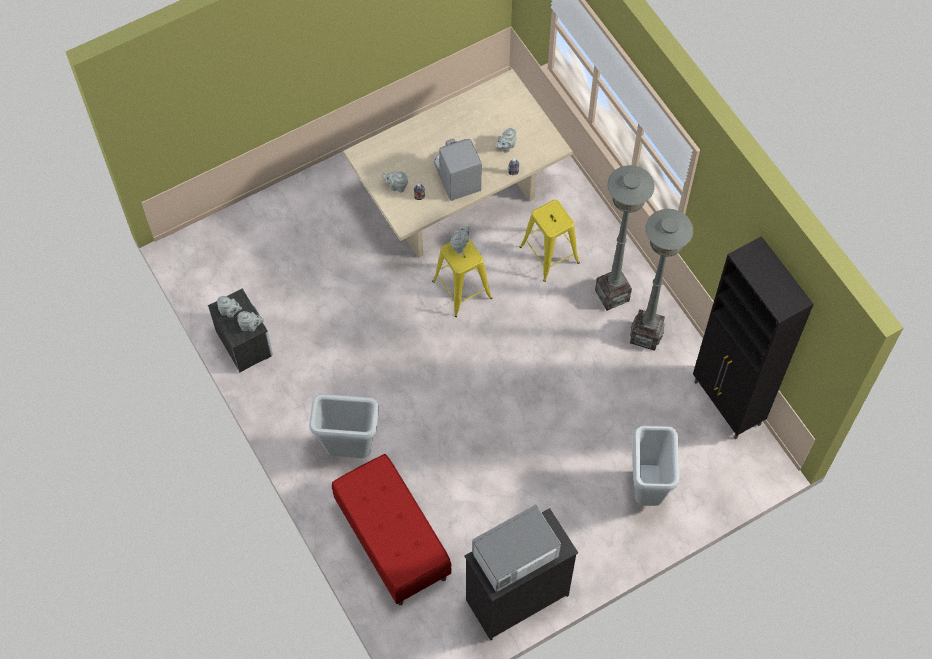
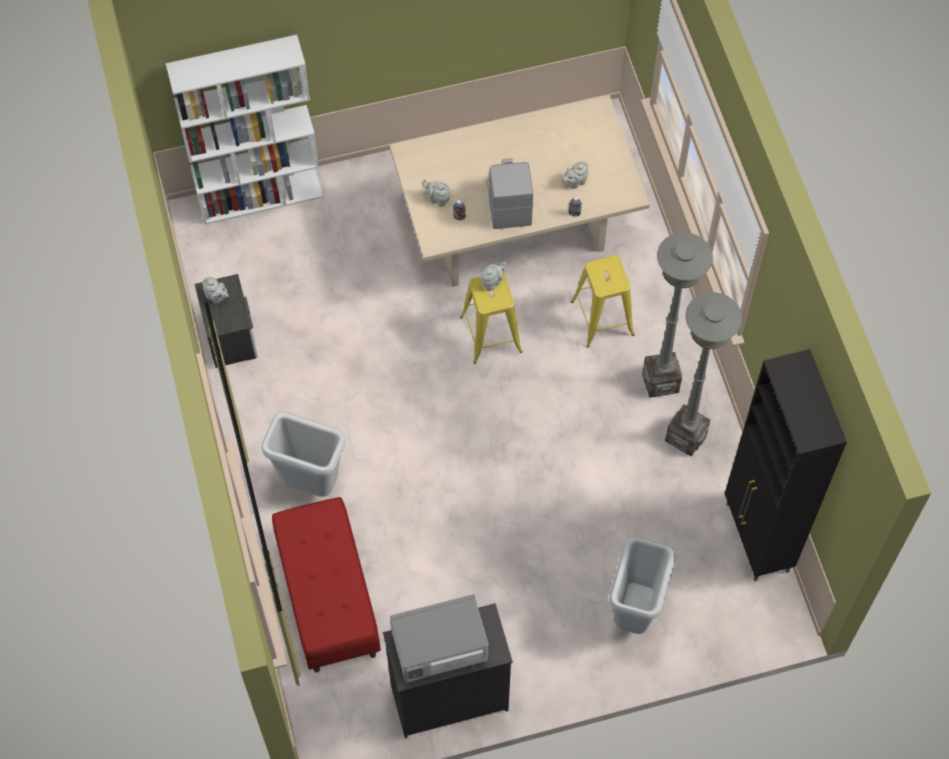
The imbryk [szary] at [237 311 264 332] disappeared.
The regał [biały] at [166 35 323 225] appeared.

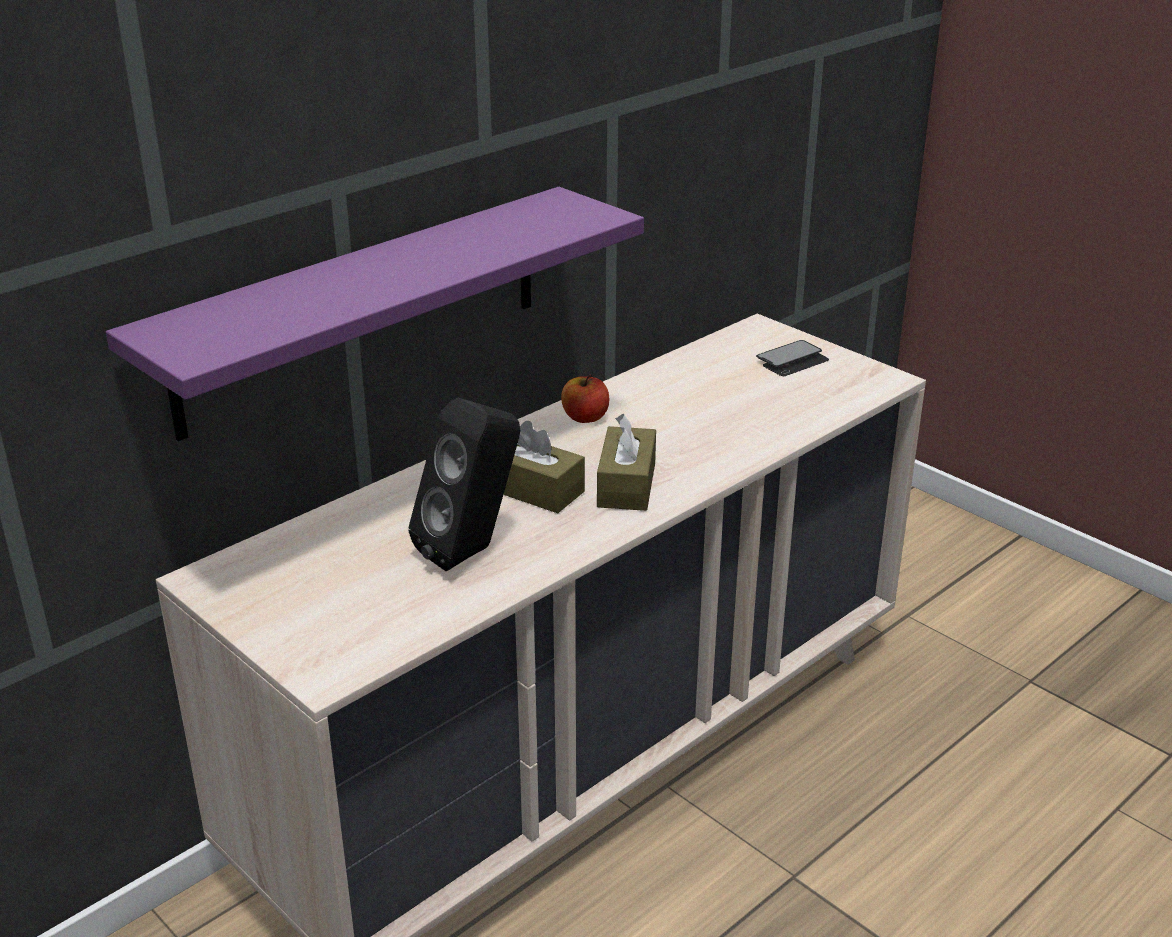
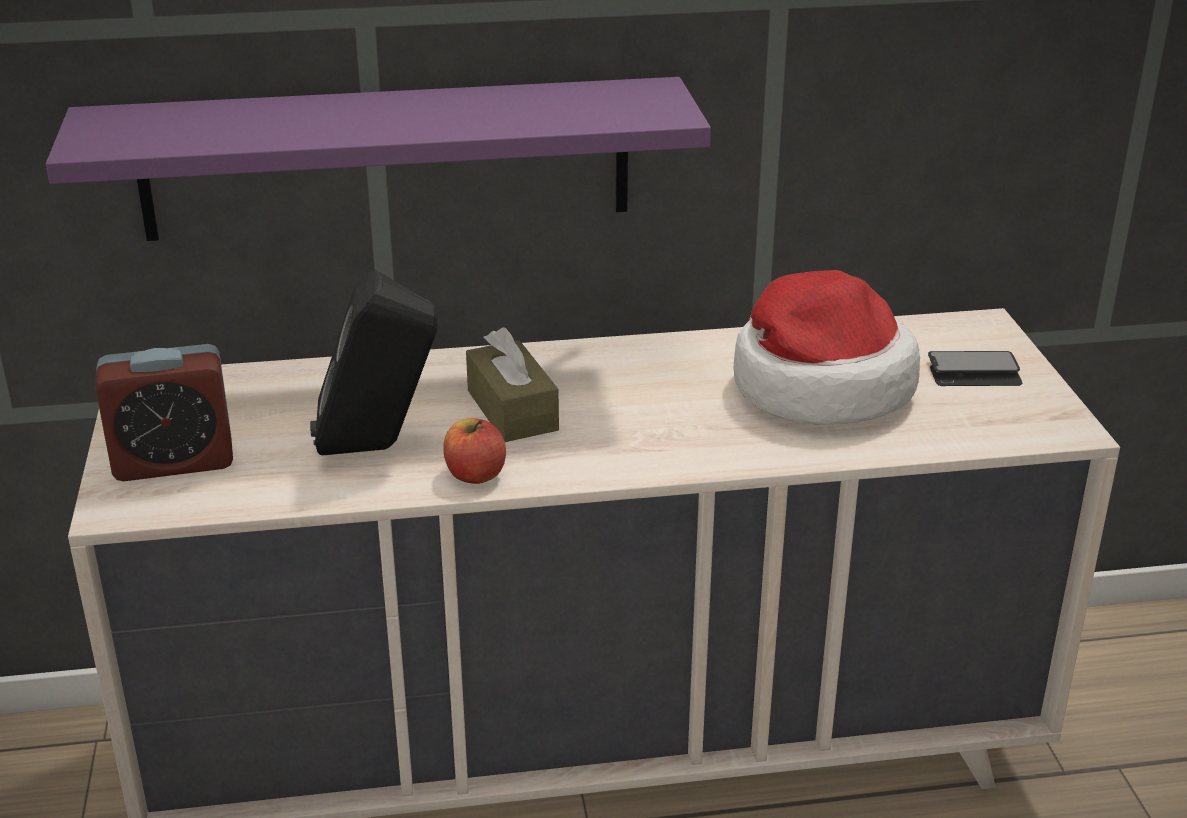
The jabłko moved from [561 375 609 423] to [443 418 506 484].
The pudełko chusteczek [brązowy] at [597 413 656 511] disappeared.
The budzik at [95 344 233 481] appeared.
The kapelusz at [734 270 920 425] appeared.

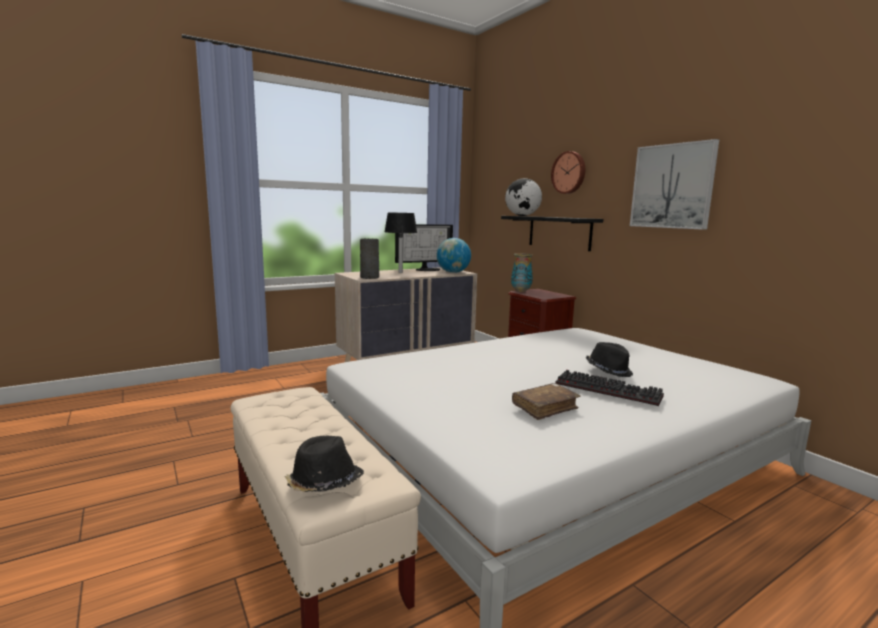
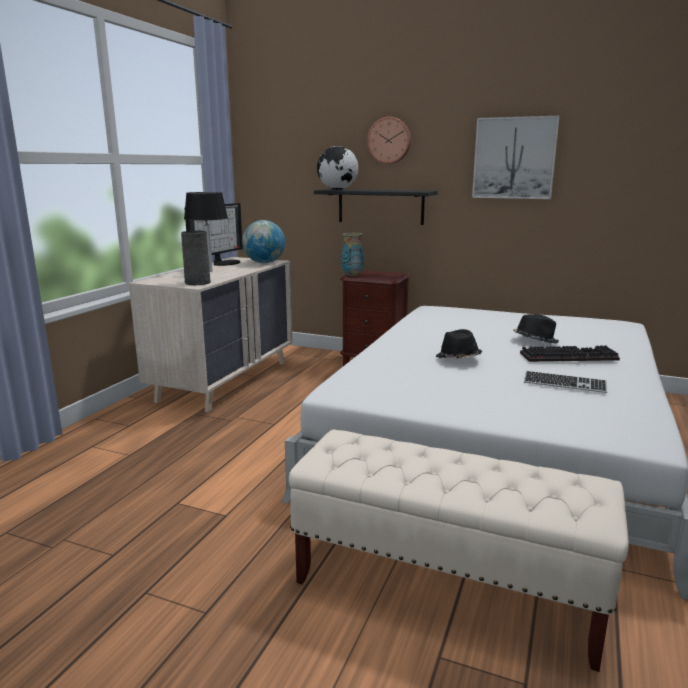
The kapelusz [czarny] moved from [285 436 364 492] to [436 329 482 359].
The książka [brązowy] at [512 383 580 420] was replaced by the klawiatura at [524 371 607 393].

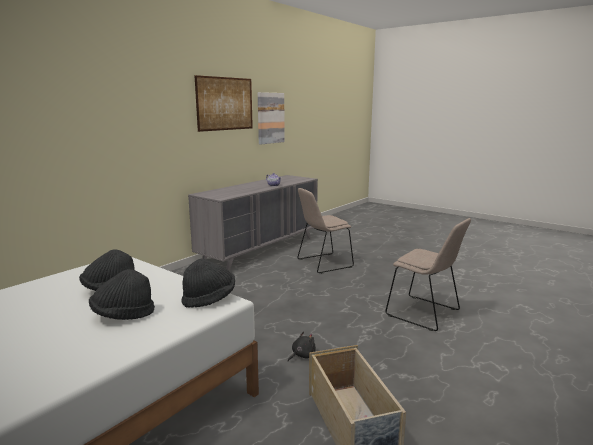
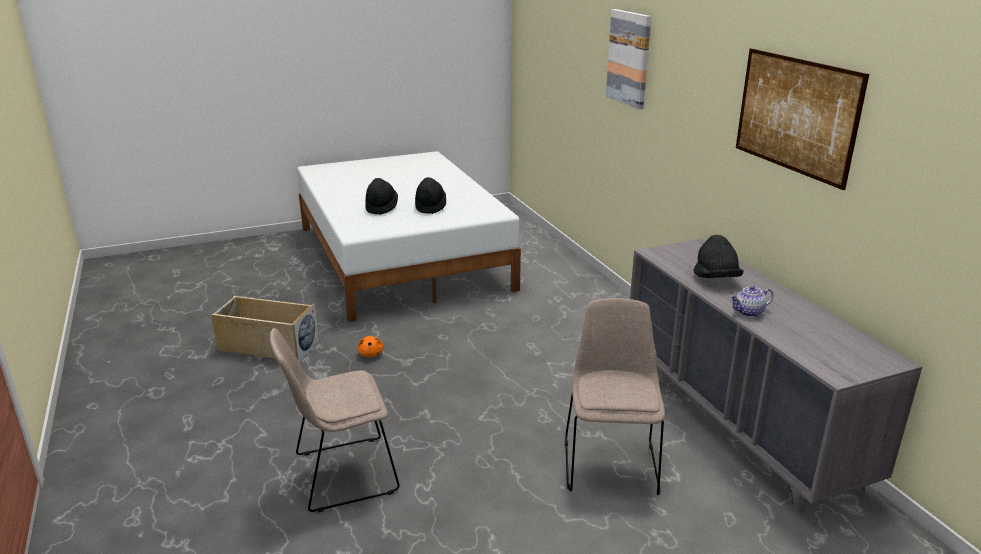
The kapelusz [czarny] moved from [181 259 235 308] to [694 235 743 278].
The obraz moved from [258 92 285 144] to [606 9 651 109].
The pluszak [czarny] at [288 331 316 361] became the pluszak [pomarańczowy] at [357 336 384 357].

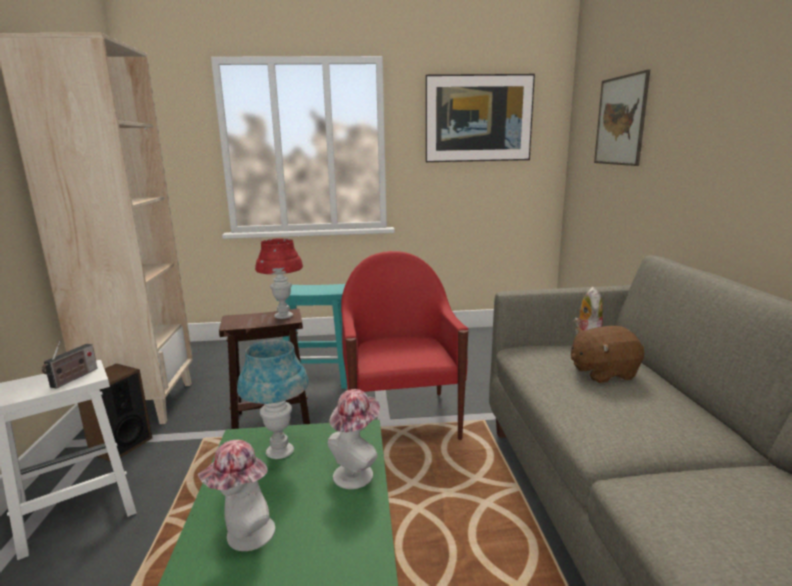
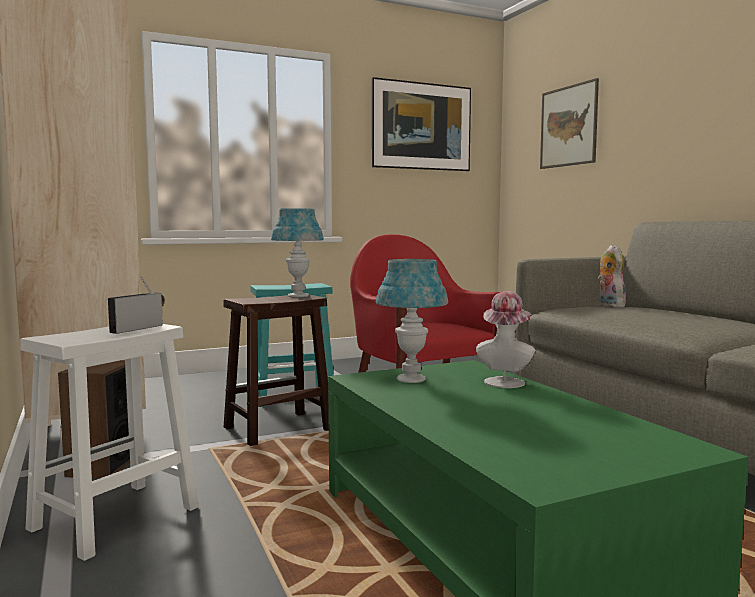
The radio at [42 341 98 389] turned 150 degrees counterclockwise.
The kapelusz at [198 440 275 551] disappeared.
The lampa stołowa [czerwony] at [255 238 303 319] became the lampa stołowa [niebieski] at [271 208 324 297].
The pluszak [brązowy] at [571 326 644 383] disappeared.

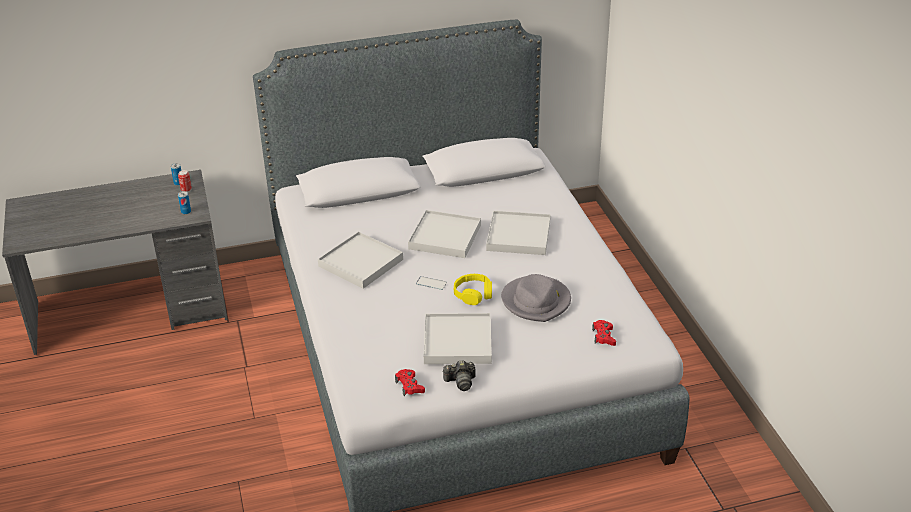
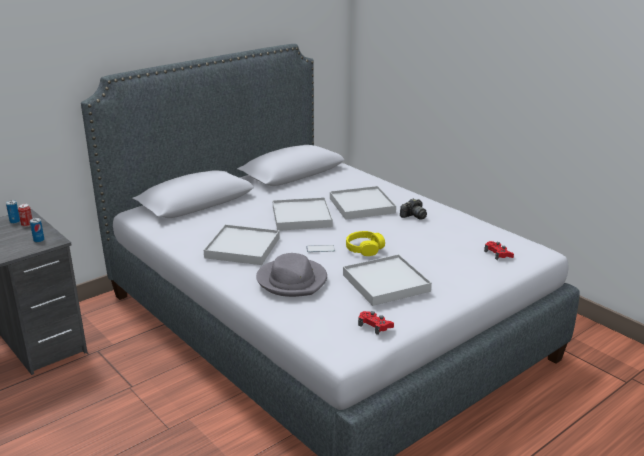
The aparat fotograficzny moved from [442 360 475 391] to [400 198 427 220].
The kapelusz [szary] moved from [501 274 571 322] to [256 253 327 297].

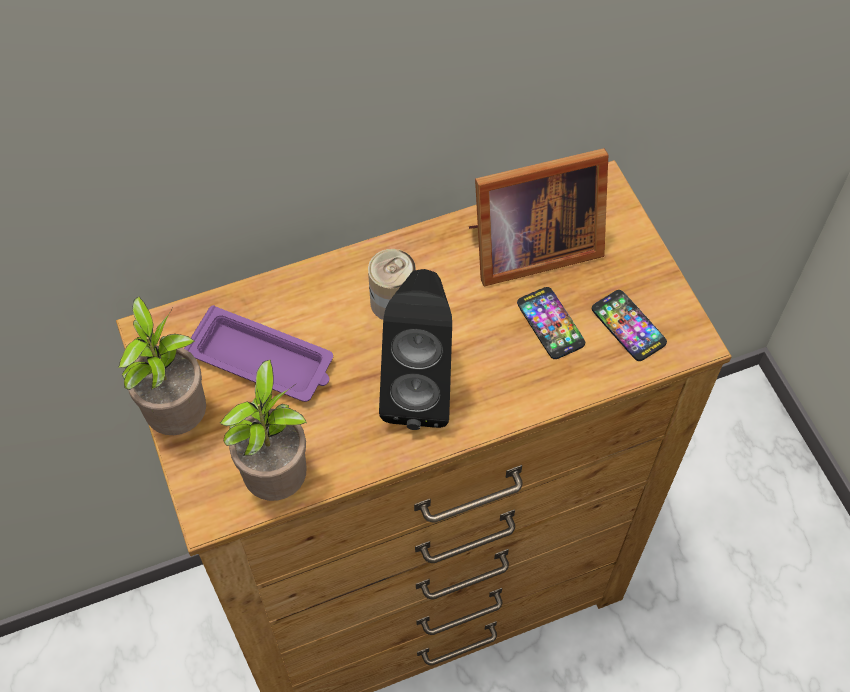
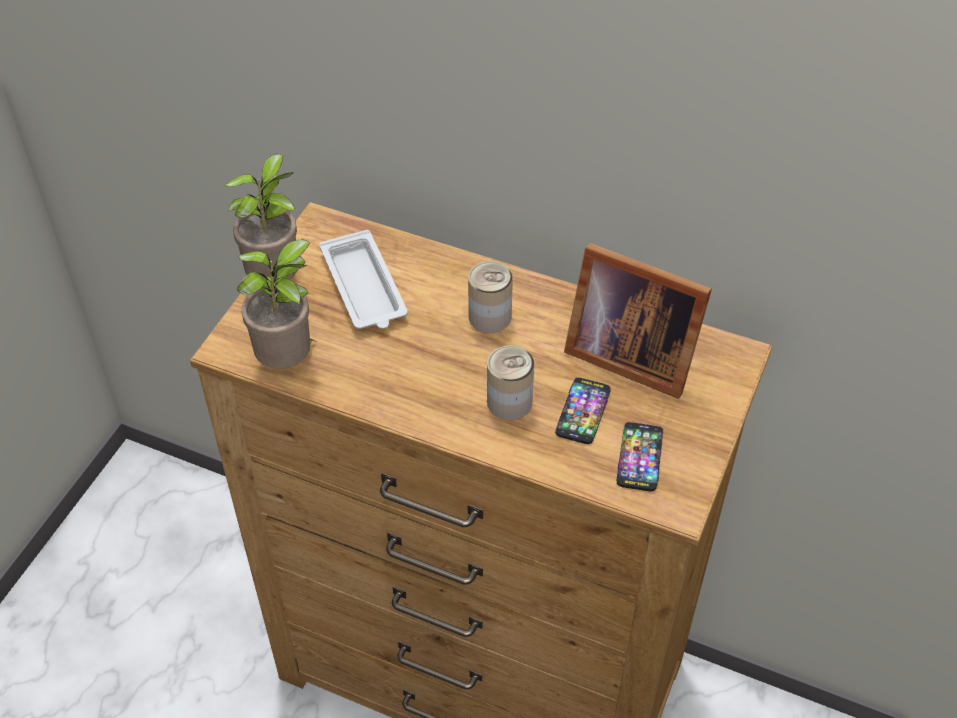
The taca [fioletowy] at [184 305 333 402] became the taca [biały] at [320 230 408 329].
The głośnik [czarny] at [379 269 452 430] disappeared.
The puszka at [487 345 534 420] appeared.

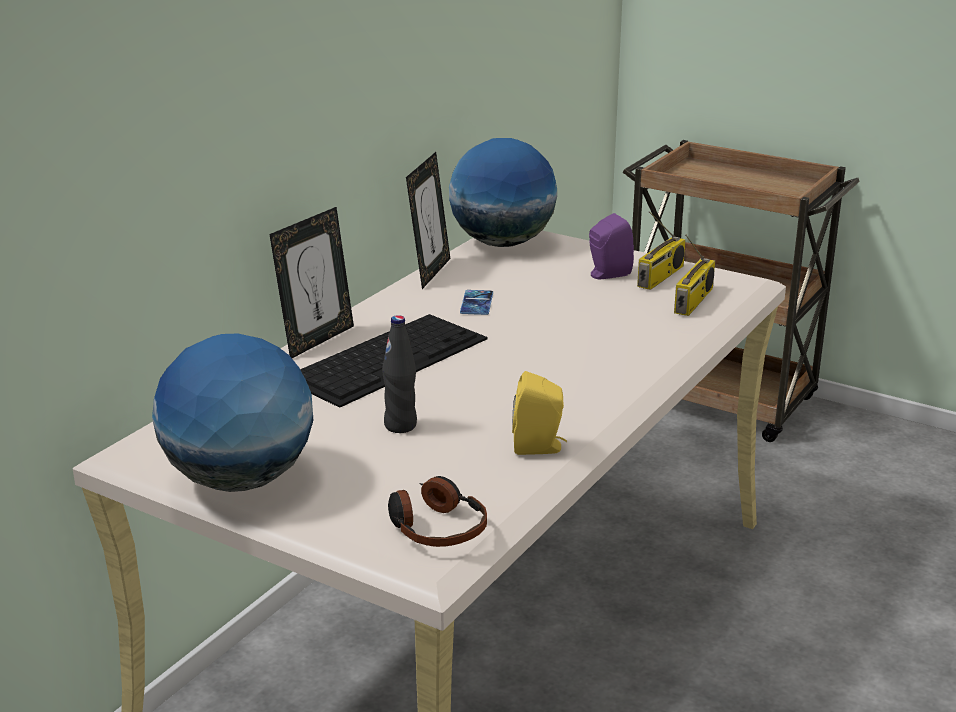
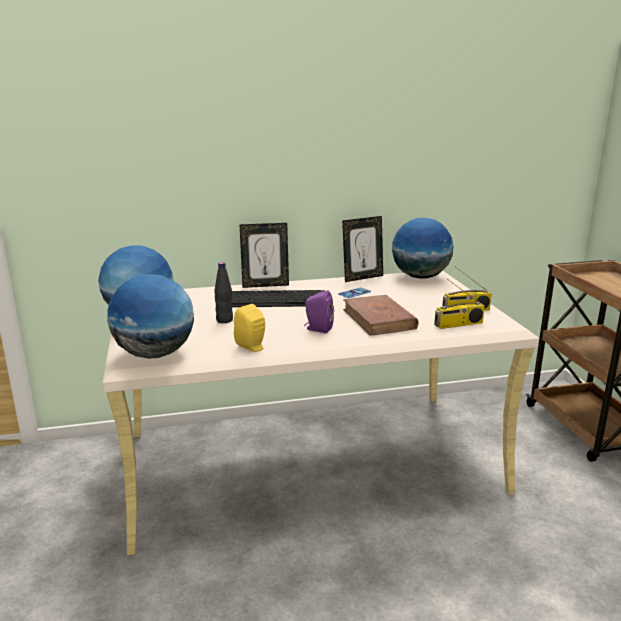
The słuchawki at [388 476 487 547] was replaced by the globus at [107 274 194 359].
The głośnik [fioletowy] moved from [589 213 634 279] to [304 290 334 333].
The książka [brązowy] at [343 295 419 335] appeared.

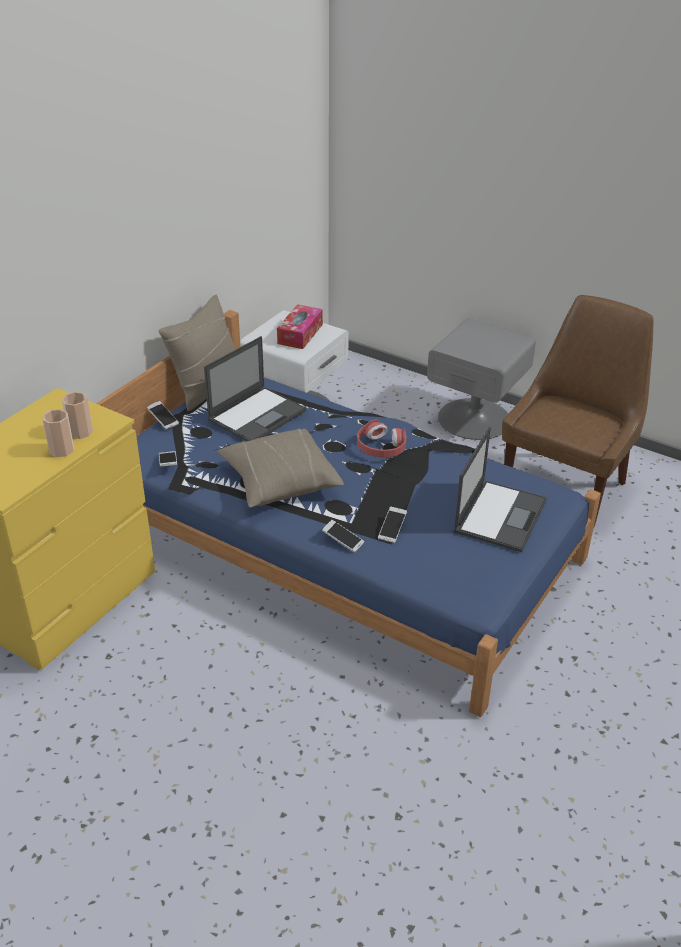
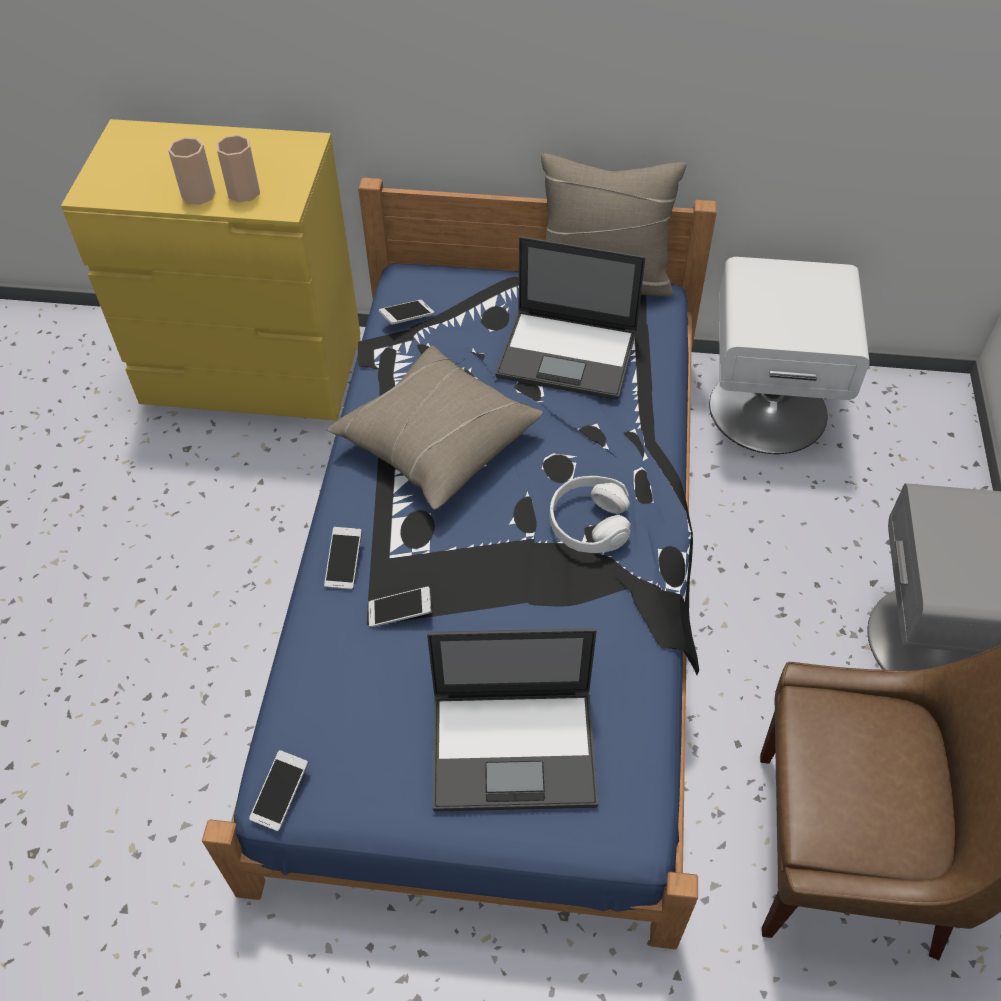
The telefon moved from [147 401 179 430] to [249 750 308 831].
The pudełko chusteczek at [277 304 323 349] disappeared.
The słuchawki [czerwony] at [357 419 407 458] became the słuchawki [biały] at [550 476 631 553].

